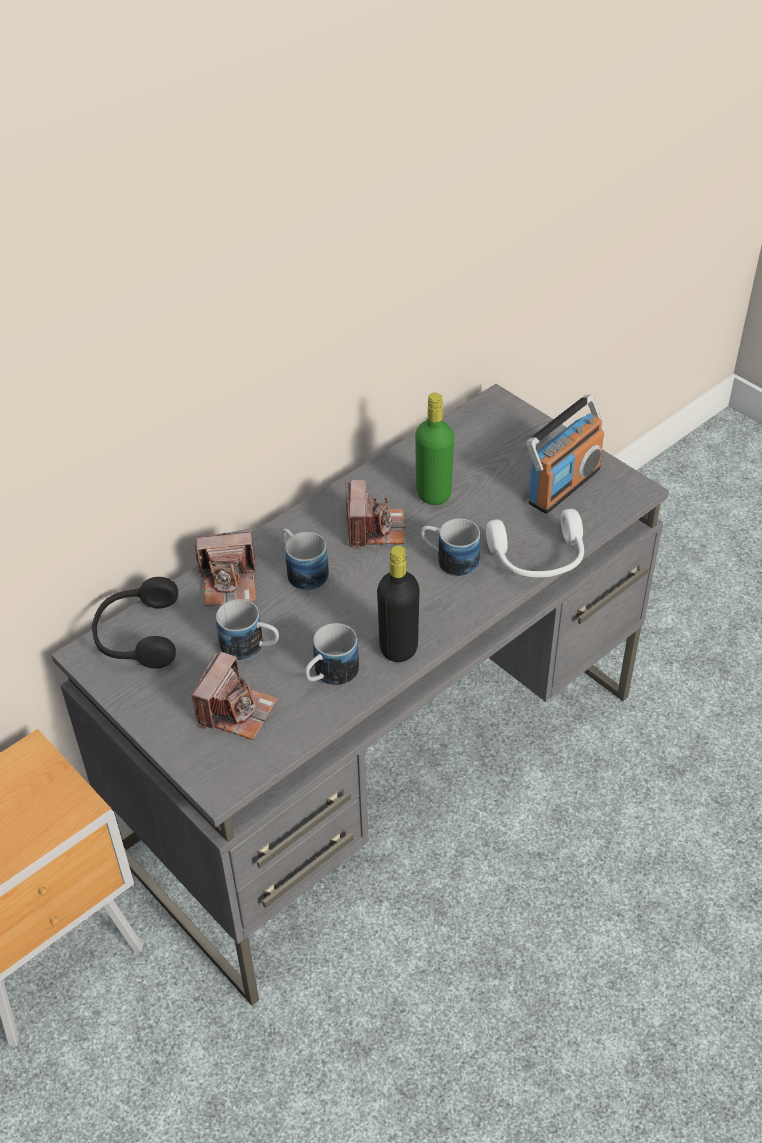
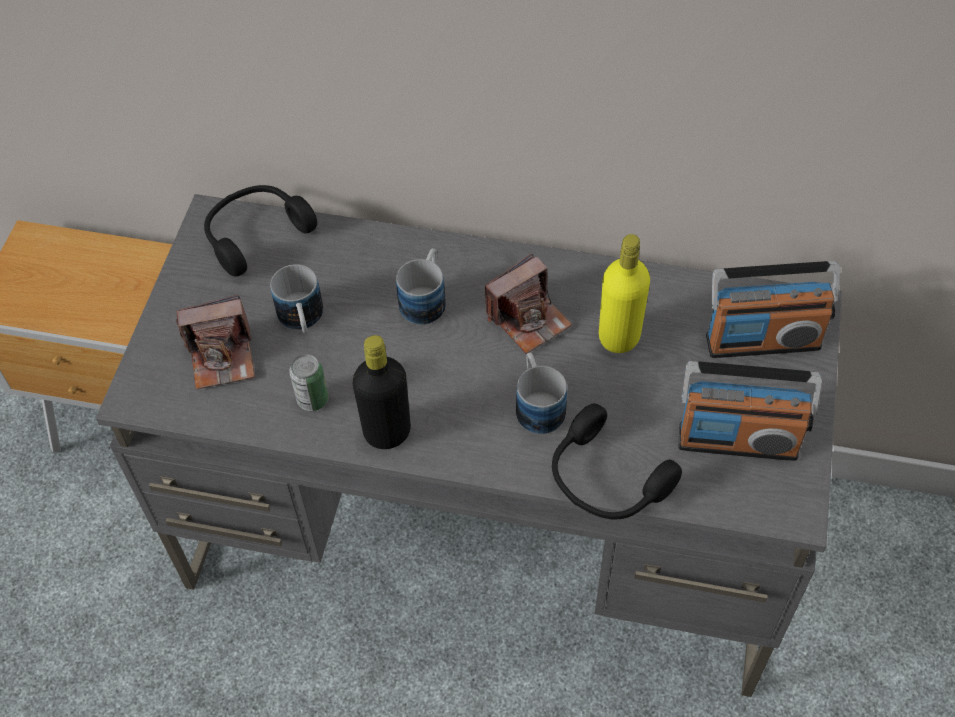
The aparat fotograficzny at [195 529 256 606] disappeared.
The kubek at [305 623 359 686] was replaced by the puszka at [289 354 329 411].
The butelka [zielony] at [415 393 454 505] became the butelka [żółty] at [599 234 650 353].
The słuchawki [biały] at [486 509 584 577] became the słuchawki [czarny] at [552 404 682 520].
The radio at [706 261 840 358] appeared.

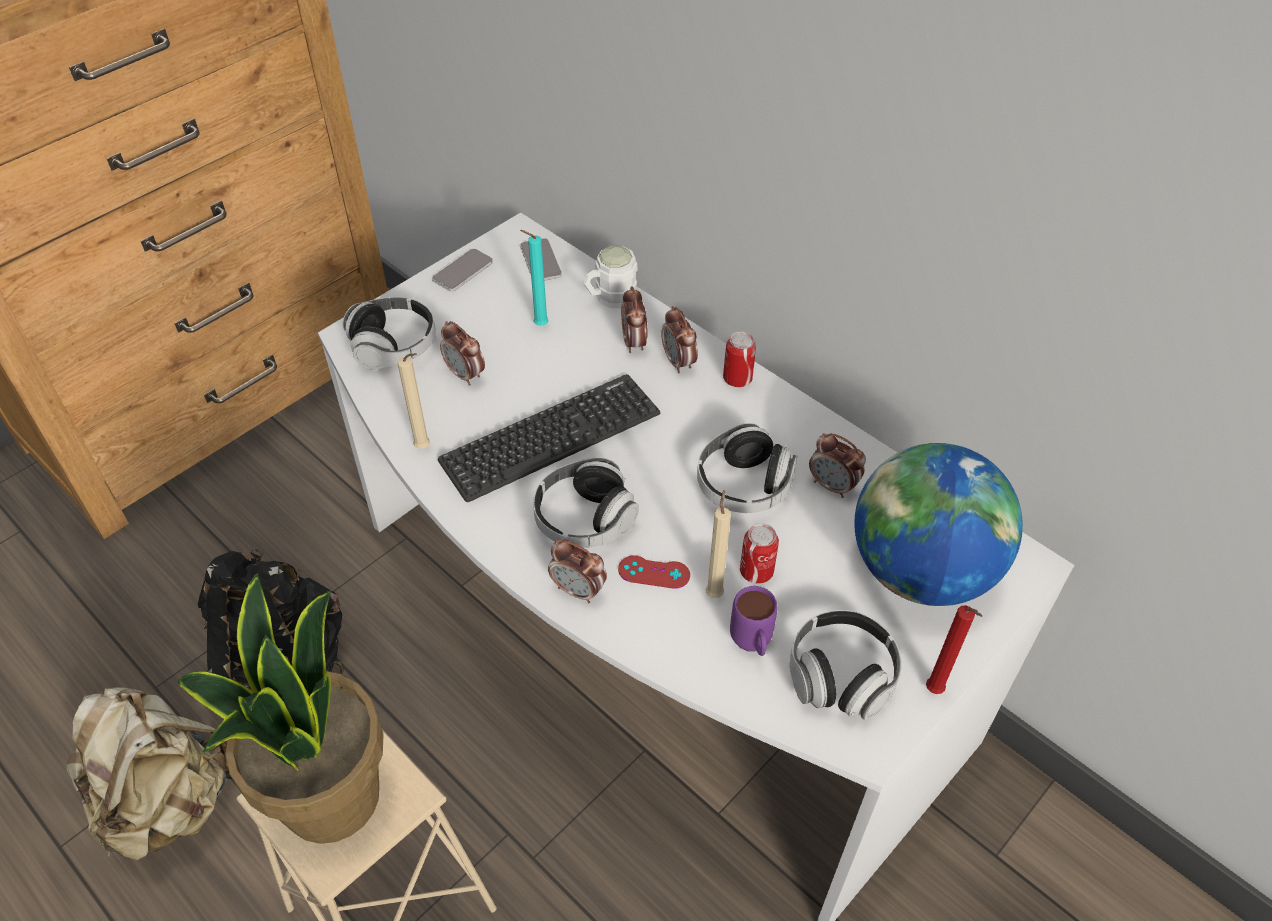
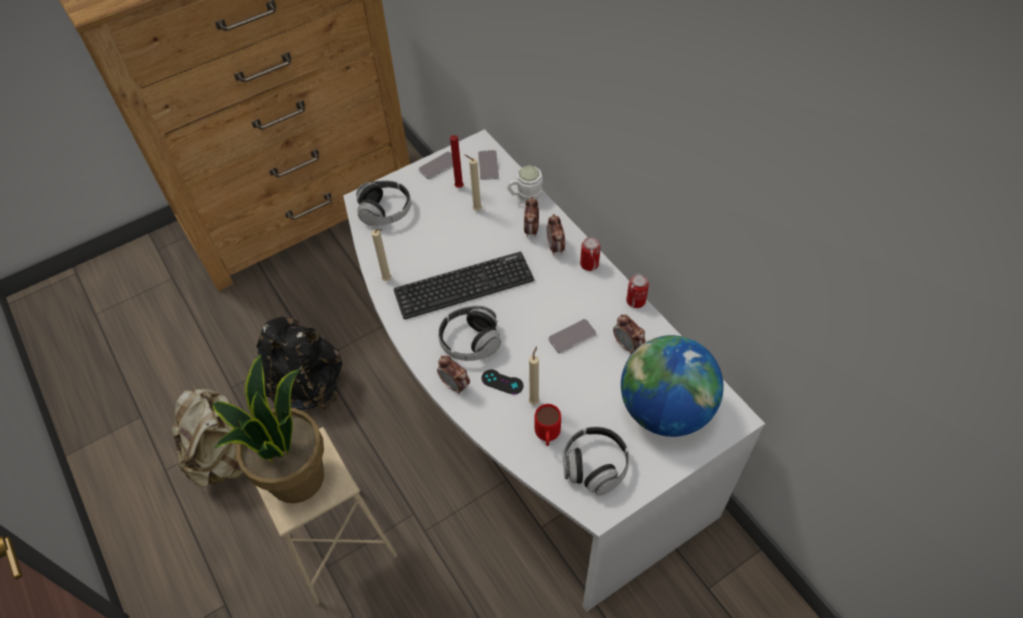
The budzik at [440 321 485 386] disappeared.
The świeca [turkusowy] at [520 230 549 326] became the świeca [beżowy] at [465 155 482 211].
The pad do gier [czerwony] at [618 556 690 589] became the pad do gier [czarny] at [481 369 523 395].
The słuchawki at [697 423 797 513] was replaced by the telefon at [548 319 596 353].
The kubek [fioletowy] at [730 586 778 656] became the kubek [czerwony] at [534 404 561 446].
The puszka moved from [740 523 779 584] to [626 274 649 308].
The świeca [czerwony] moved from [926 605 982 694] to [450 135 464 188].

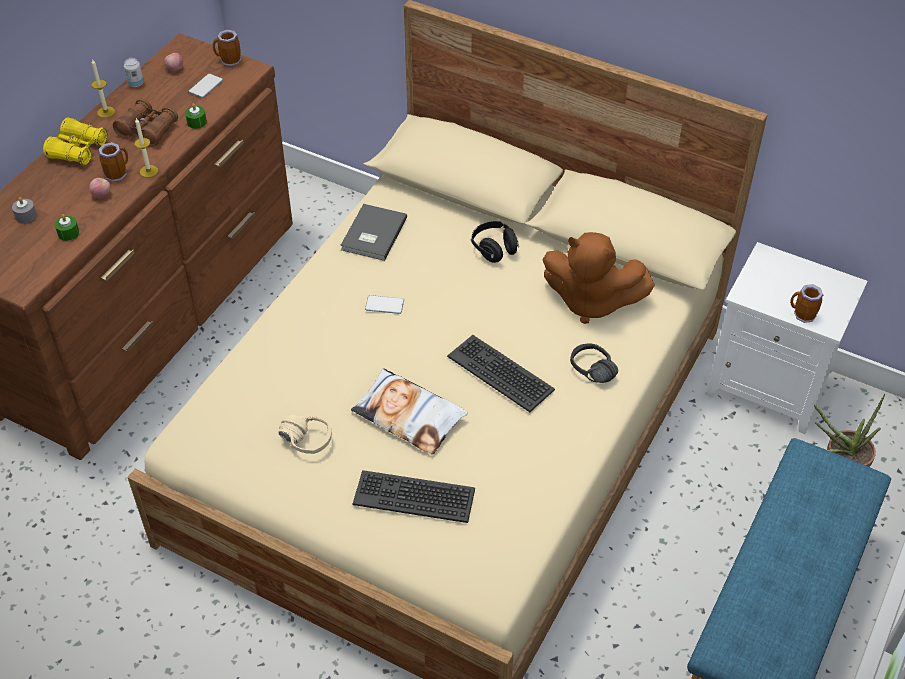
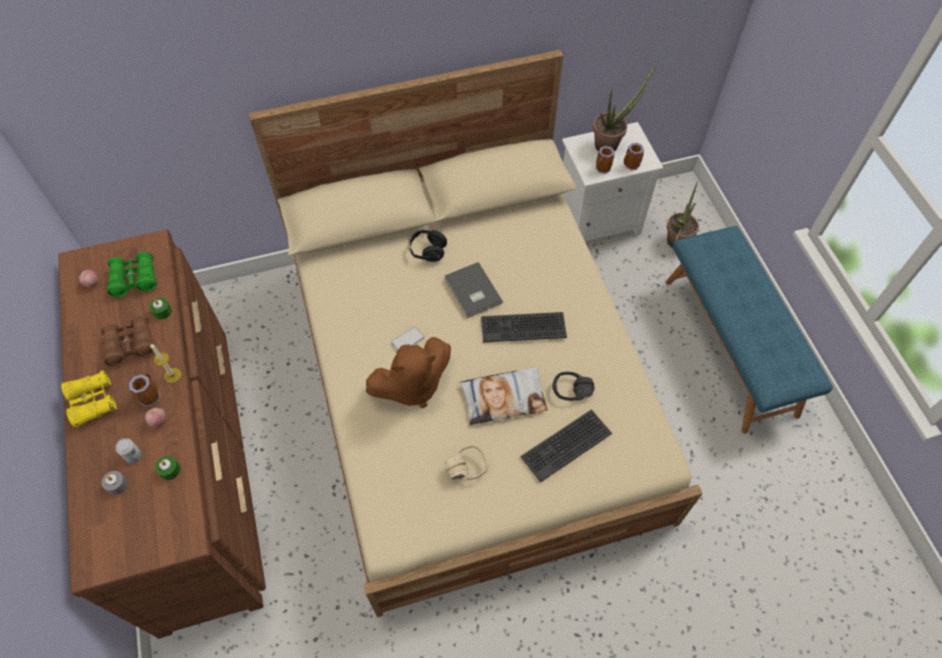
The świeca at [91 59 115 118] disappeared.
The puszka moved from [124 58 144 88] to [116 438 141 463].
The telefon at [188 73 223 98] was replaced by the lornetka [zielony] at [107 252 157 297].
The kubek moved from [213 29 241 67] to [596 146 615 174].
The książka [szary] moved from [340 204 407 261] to [445 262 503 318].
The pluszak [brązowy] moved from [543 232 655 324] to [366 337 451 408].
The słuchawki [czarny] moved from [570 343 618 383] to [553 372 595 401].
The roślina doniczkowa at [593 65 656 151] appeared.

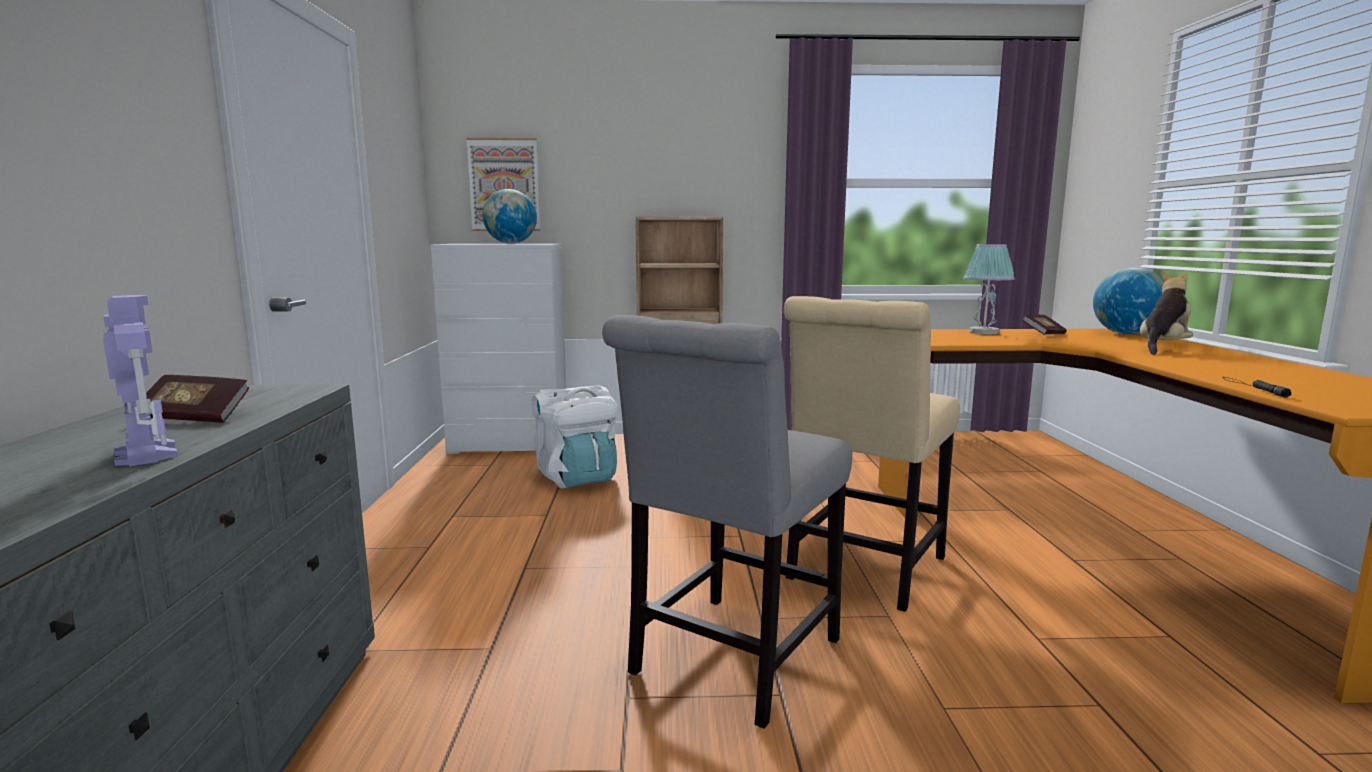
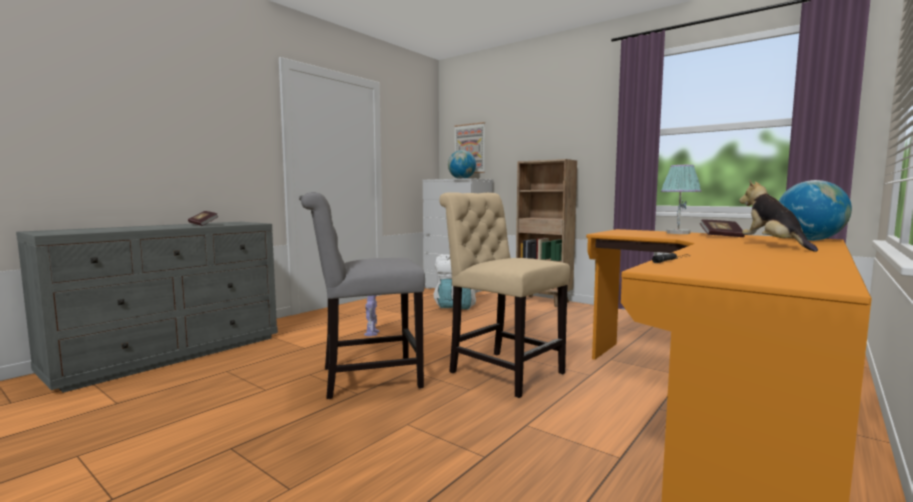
The robot zabawkowy moved from [103 295 178 466] to [364 295 380 336].
The krzesło [beżowy] at [784 296 960 612] turned 60 degrees clockwise.
The pluszak at [1140 271 1193 355] turned 90 degrees counterclockwise.

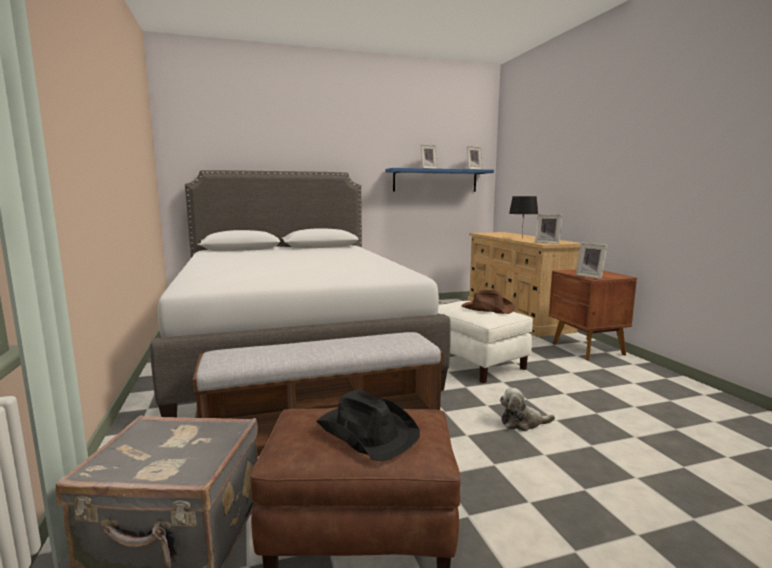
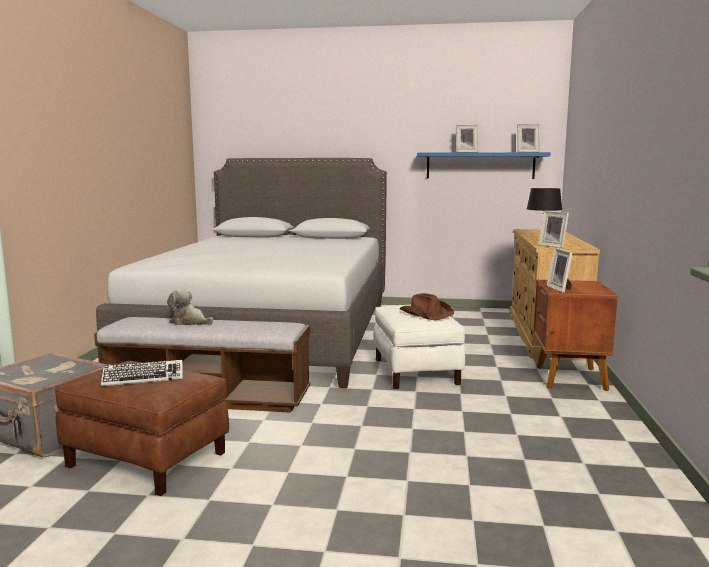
The kapelusz [czarny] at [316 389 420 461] was replaced by the klawiatura at [101 360 183 386].
The pluszak moved from [500 388 555 431] to [167 288 213 325].

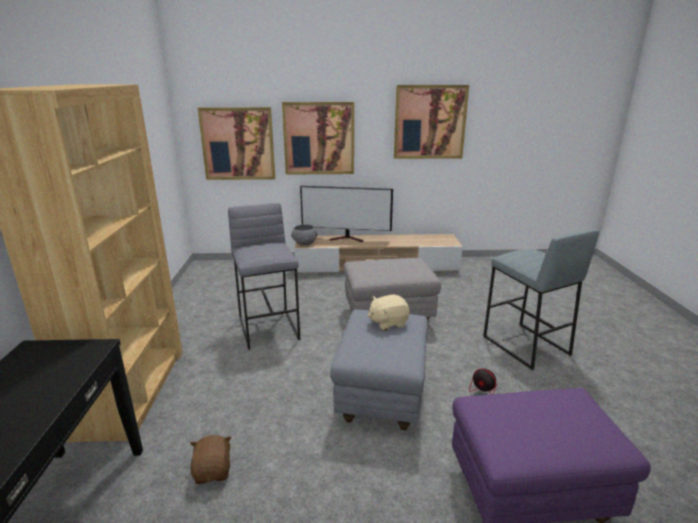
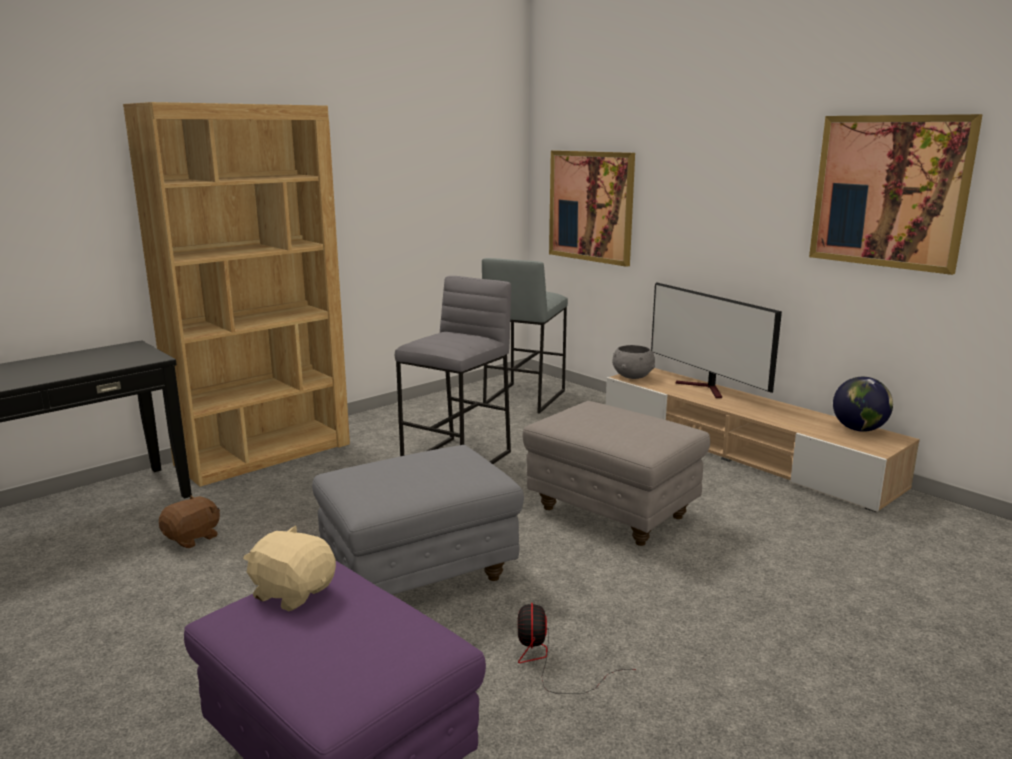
The obraz at [282 102 354 175] disappeared.
The pluszak [beżowy] moved from [368 294 410 331] to [243 526 336 611].
The stołek [szary] moved from [483 229 600 370] to [482 258 568 414].
The globus at [833 377 893 432] appeared.

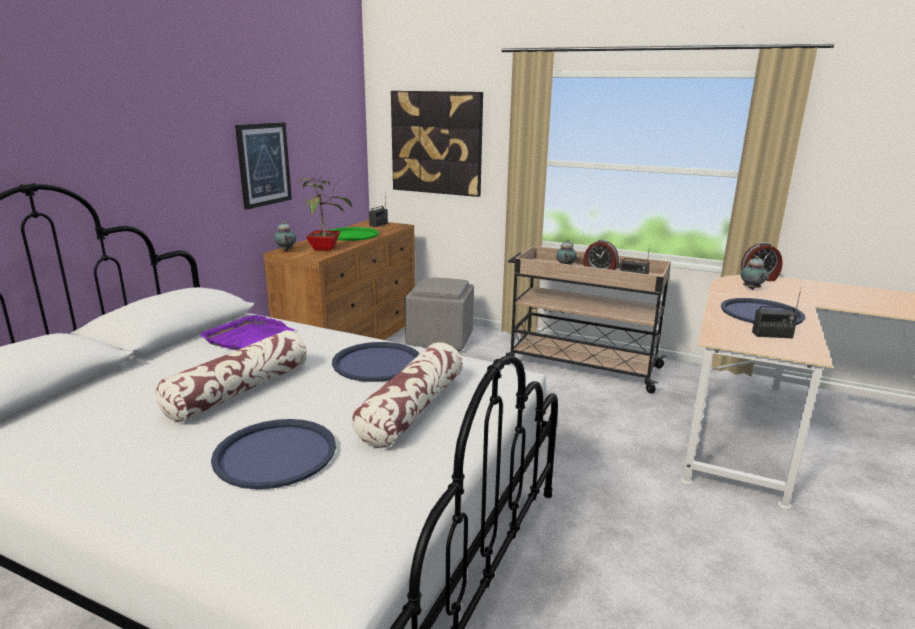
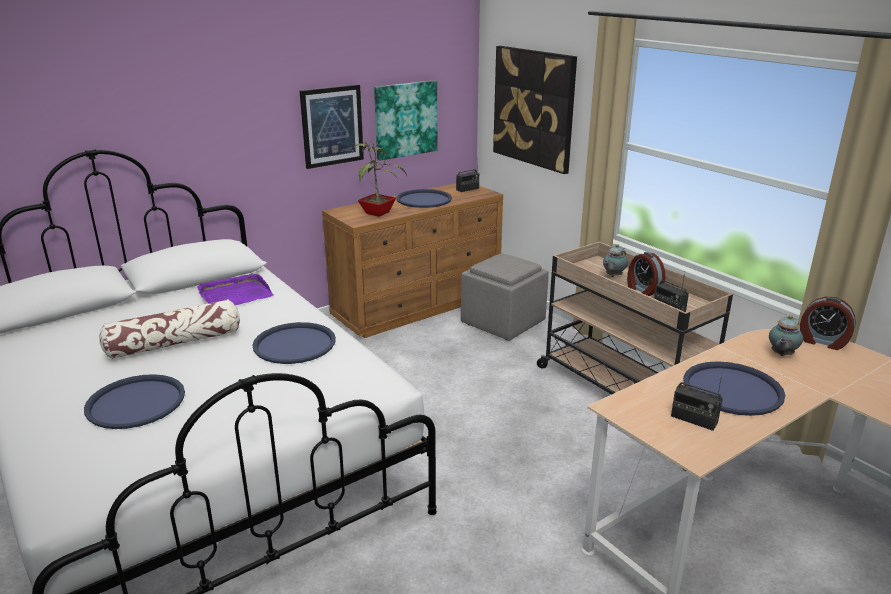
The imbryk at [274 221 296 252] disappeared.
The taca [zielony] at [328 227 379 241] became the taca [niebieski] at [396 189 452 208].
The poduszka at [351 342 463 448] disappeared.
The obraz at [374 80 438 161] appeared.

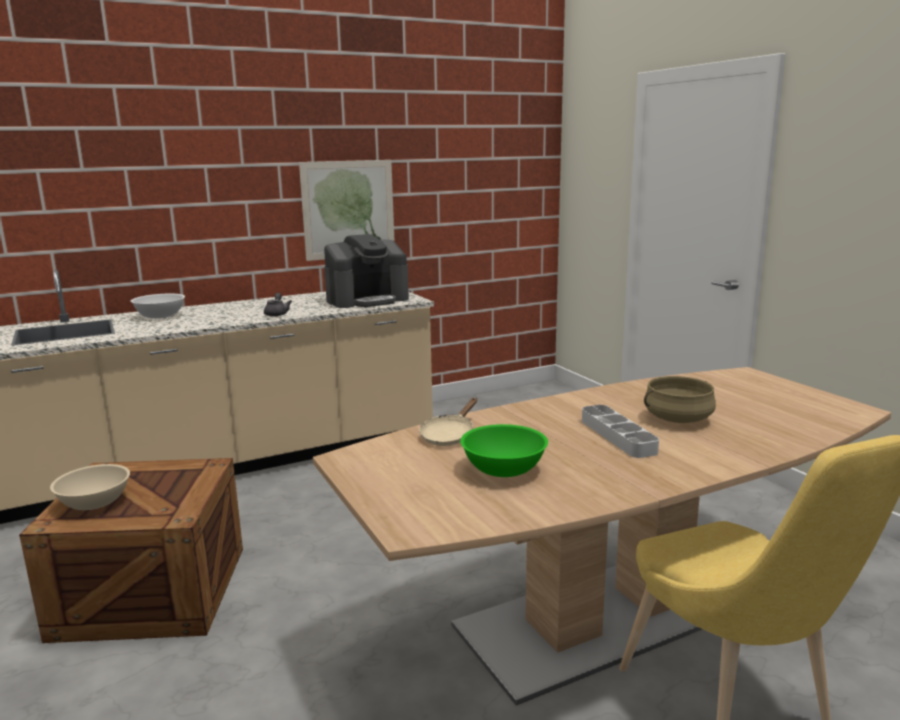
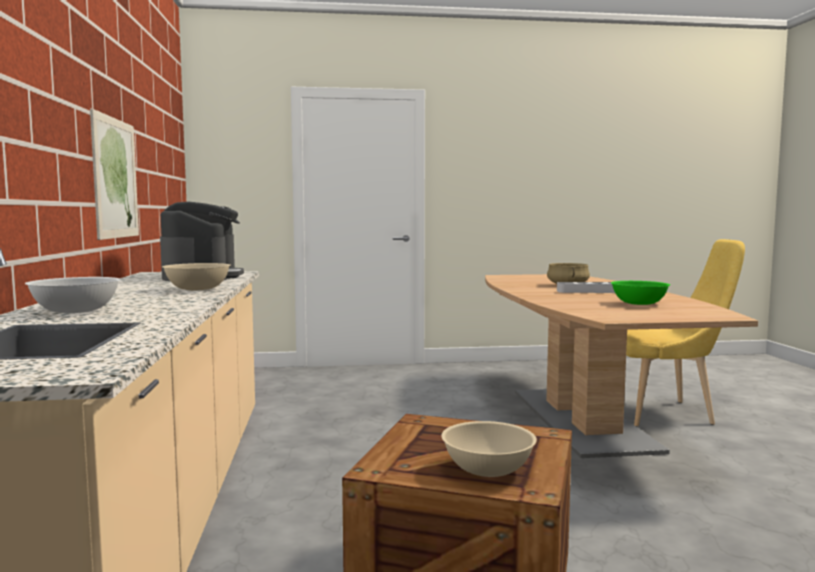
The imbryk [szary] at [264 293 292 316] was replaced by the miska [beżowy] at [162 263 231 290].
The patelnia [beżowy] at [419 398 477 446] disappeared.

